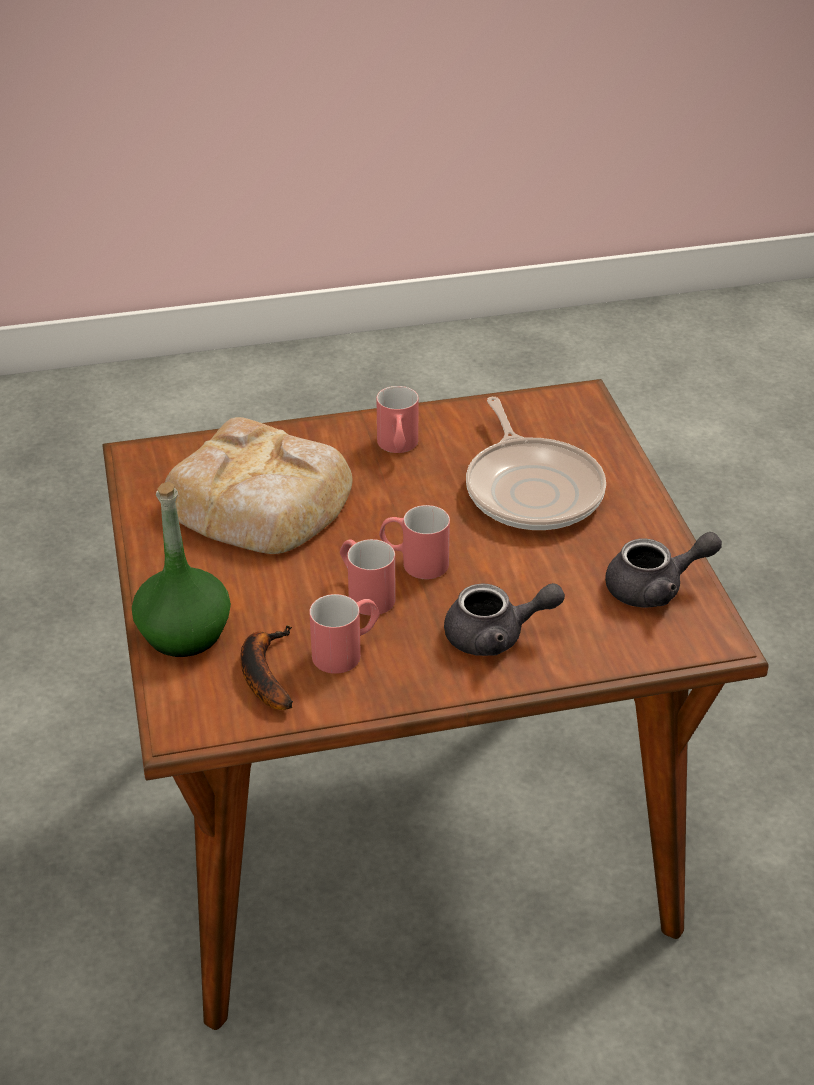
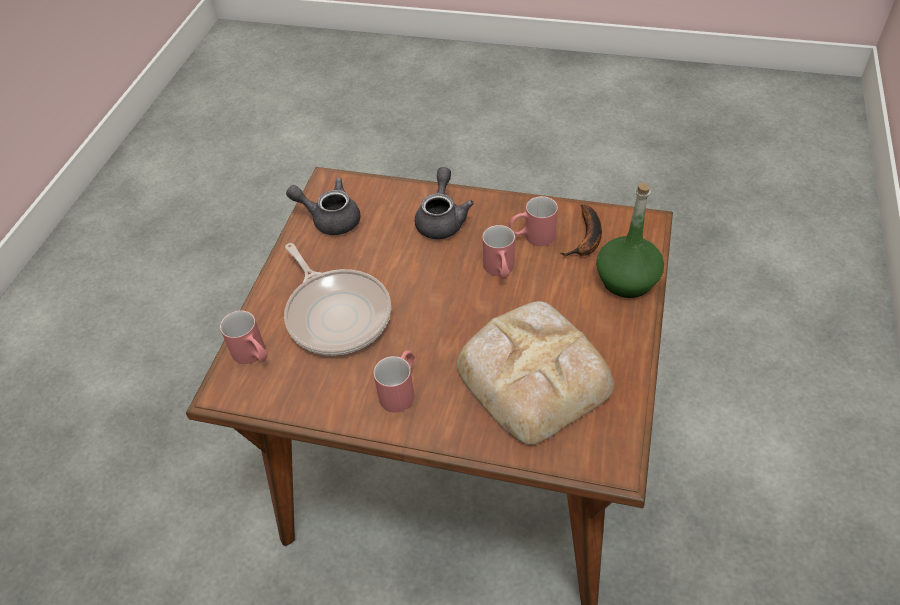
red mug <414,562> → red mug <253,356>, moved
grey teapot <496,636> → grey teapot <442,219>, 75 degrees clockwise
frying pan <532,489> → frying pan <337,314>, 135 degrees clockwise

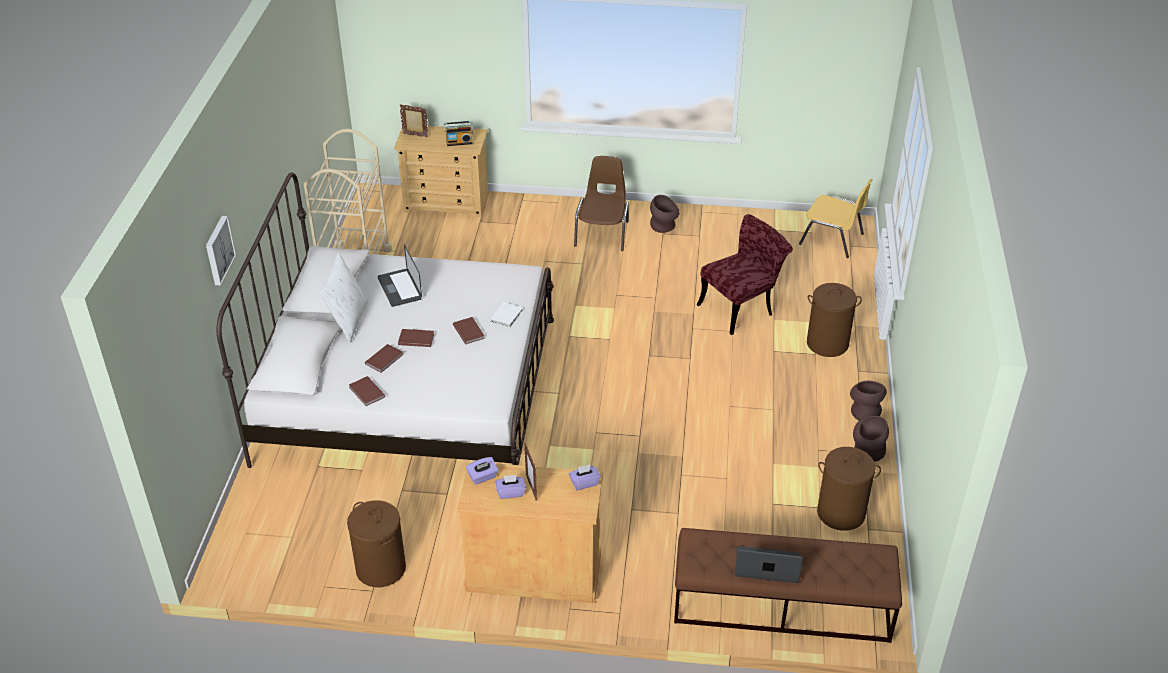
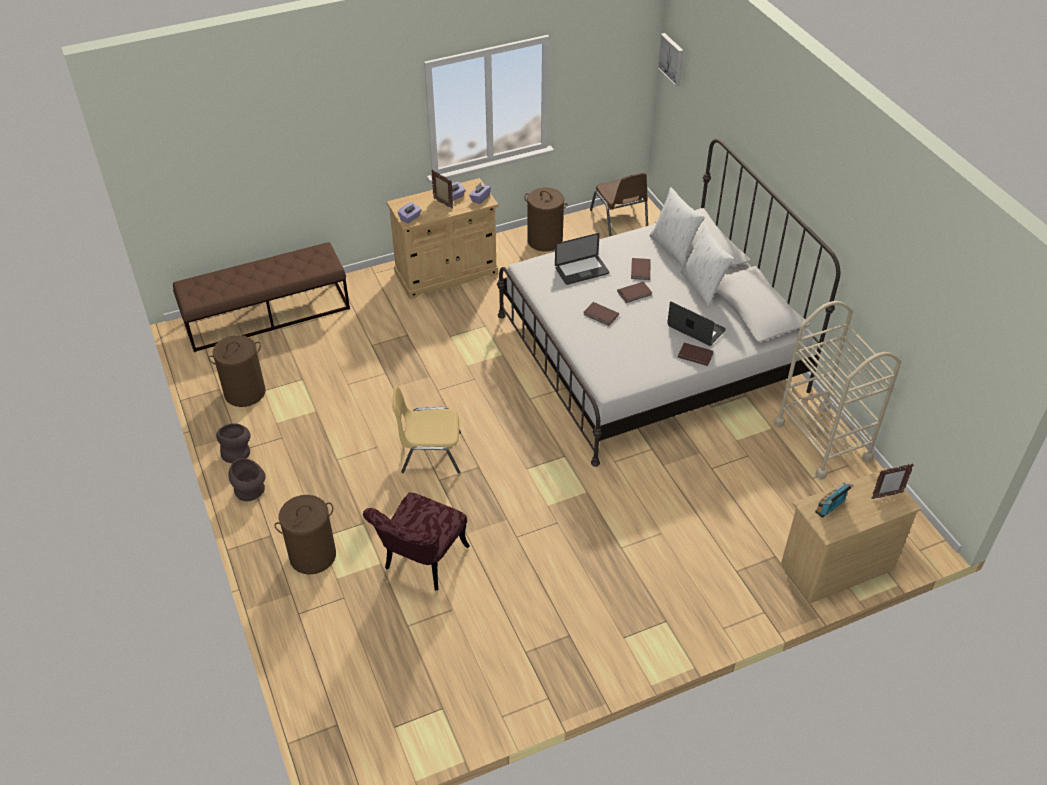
white book <507,315> → -
brown vase <663,227> → -
- → white pillow <673,248>
picture <218,250> → picture <672,58>, moved
brown book <366,393> → brown book <695,355>, moved
brown chair <603,233> → brown chair <619,219>, moved
laptop <767,566> → laptop <582,271>, moved
yellow chair <832,239> → yellow chair <430,452>, moved

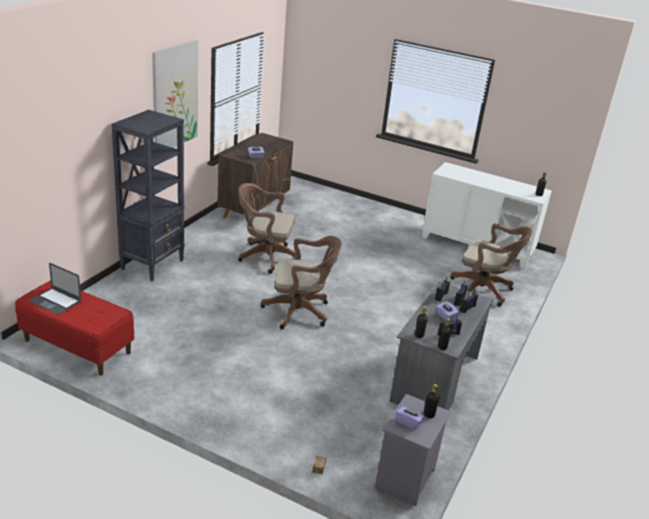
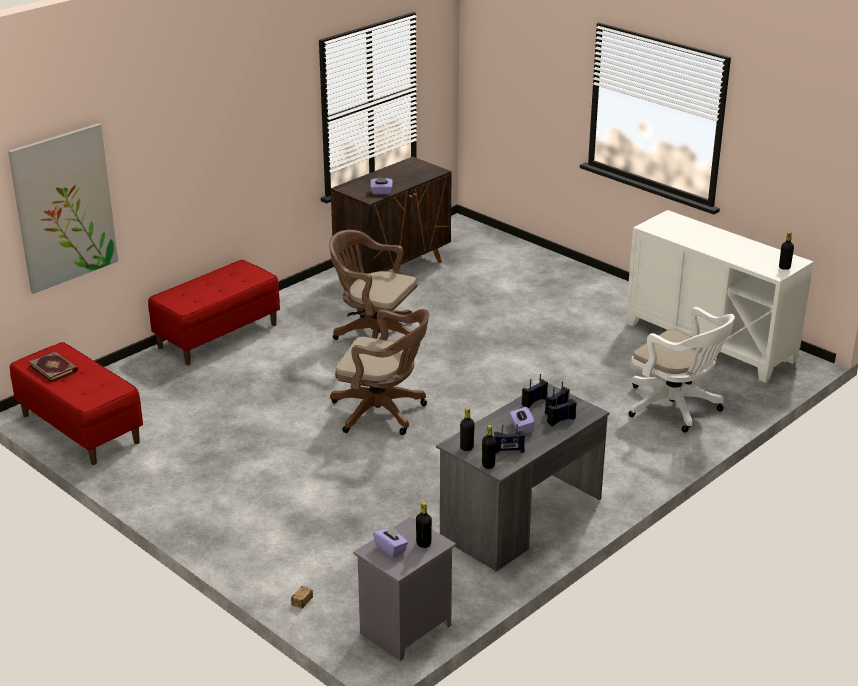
picture <175,96> → picture <64,208>, moved
laptop <55,301> → book <54,368>
black bookcase <153,264> → red bench <217,335>
brown office chair <484,290> → white office chair <676,408>

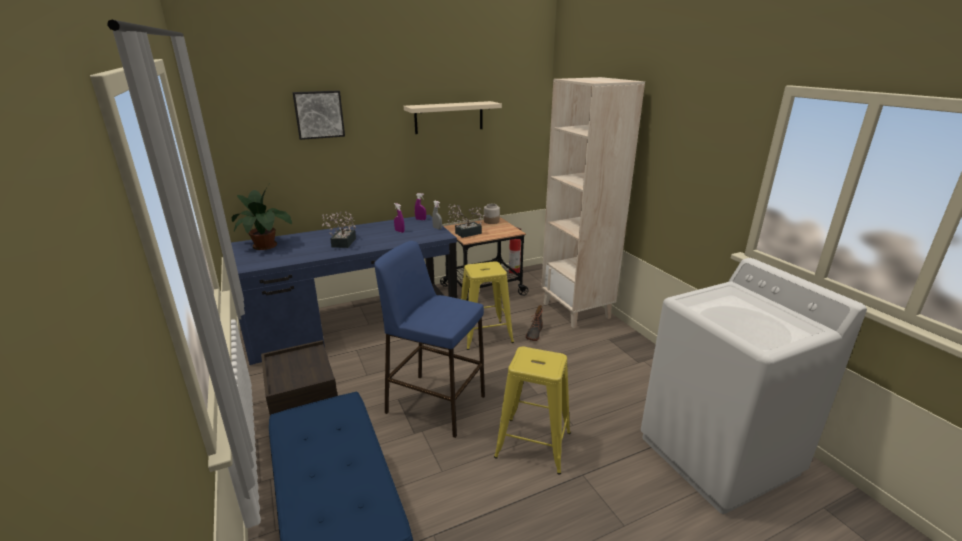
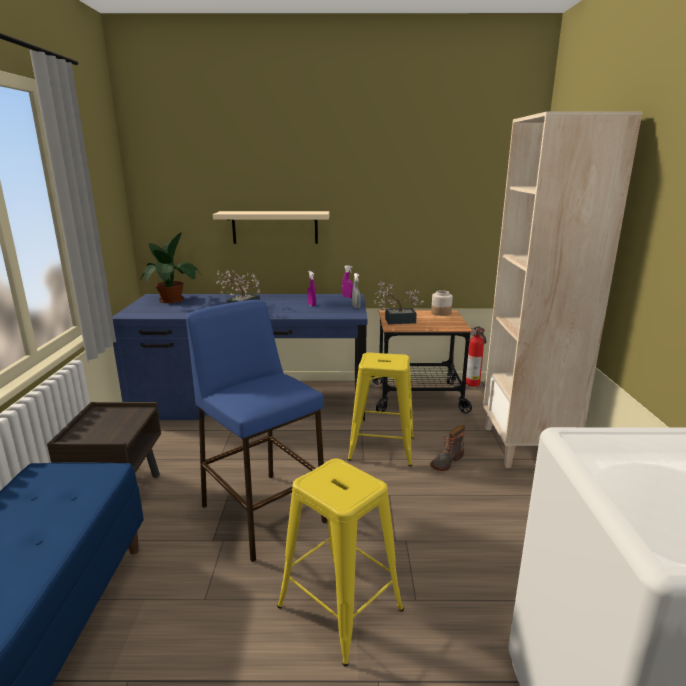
picture <319,114> → -
beige shelf <449,117> → beige shelf <275,227>, moved

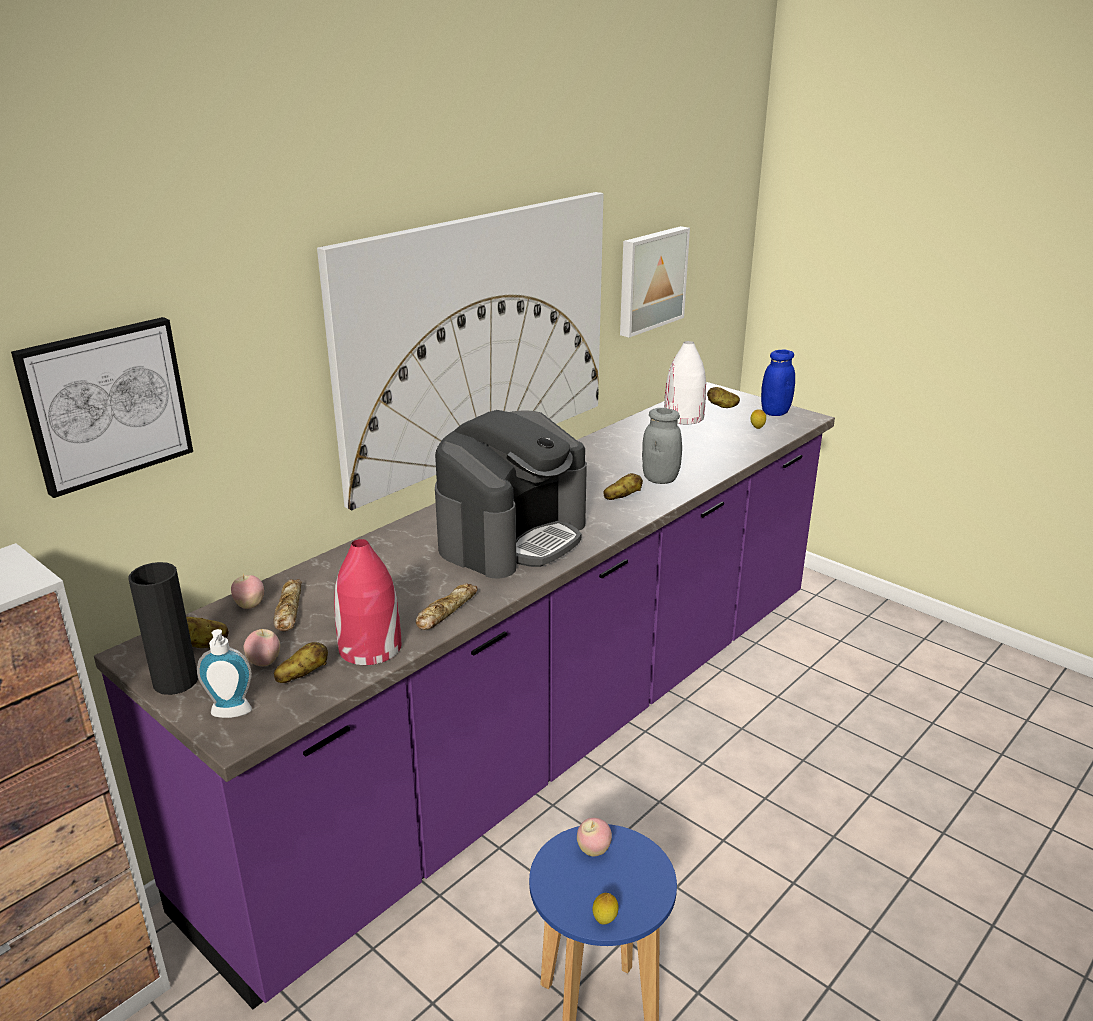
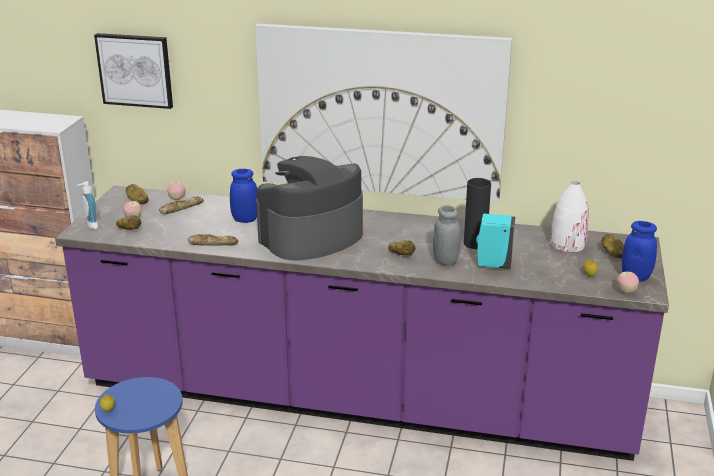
red vase <369,647> → -
picture <650,280> → -
- → blue jar <245,219>
- → turquoise soap dispenser <492,265>
black vase <175,681> → black vase <475,243>, moved
apple <593,850> → apple <626,292>, moved
coffee machine <513,536> → coffee machine <311,237>, 135 degrees clockwise

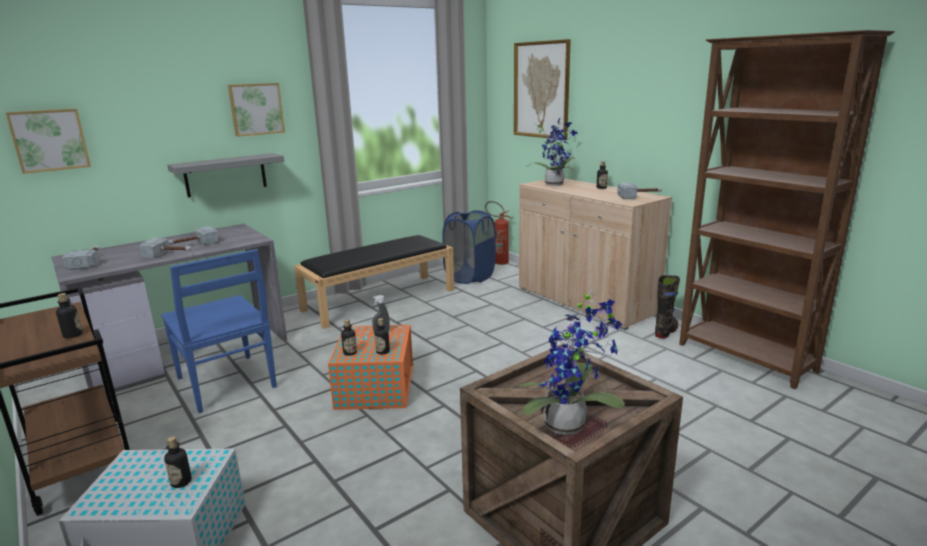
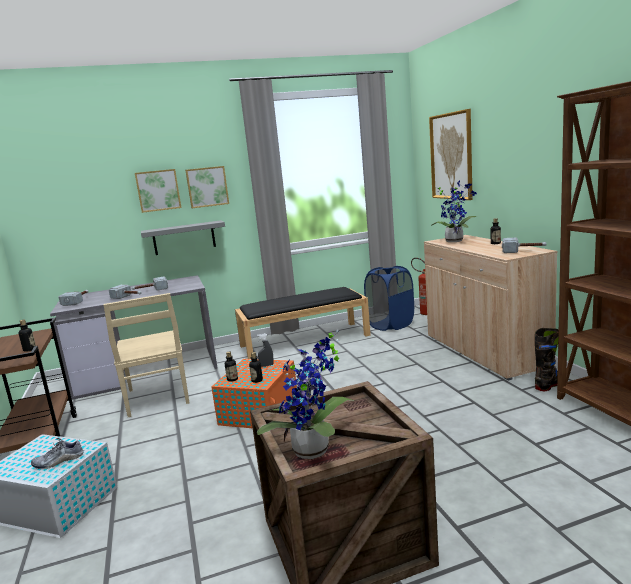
picture <49,140> → picture <158,190>, moved
bottle <181,482> → shoe <58,461>
blue chair <226,383> → beige chair <158,397>

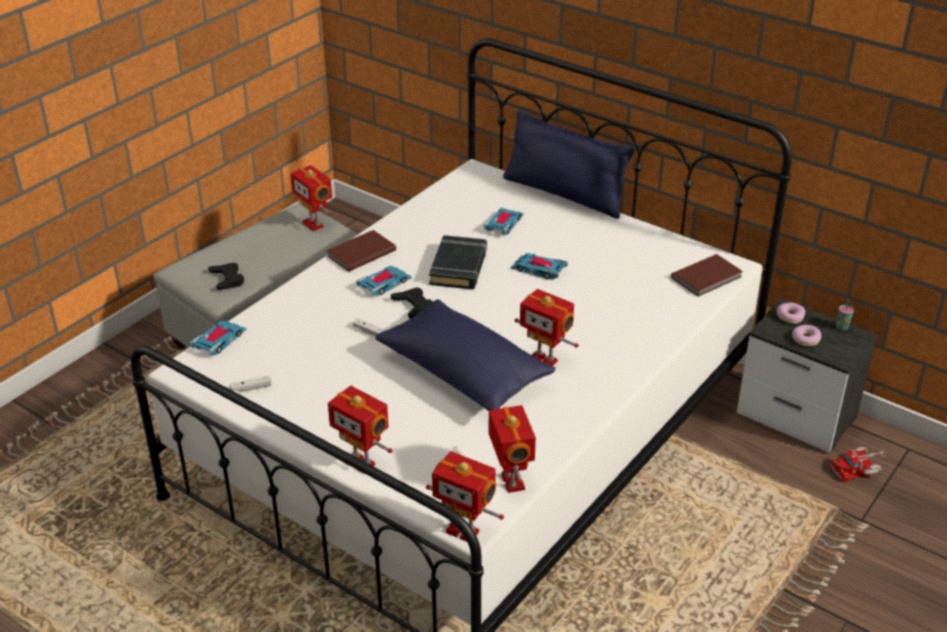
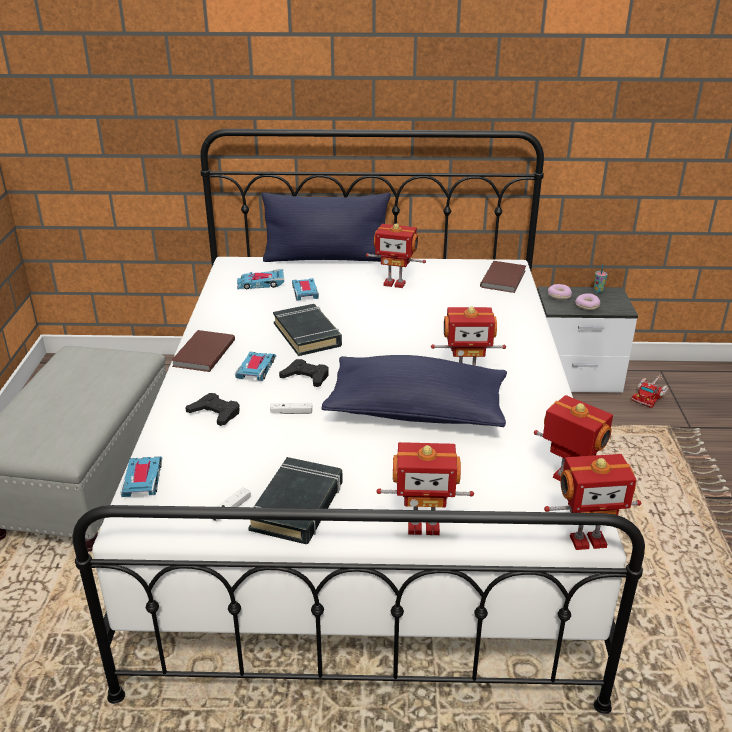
- → black book <298,506>
black game controller <227,279> → black game controller <215,413>, moved
toy robot <314,224> → toy robot <394,283>, moved
toy car <538,269> → toy car <260,283>, moved

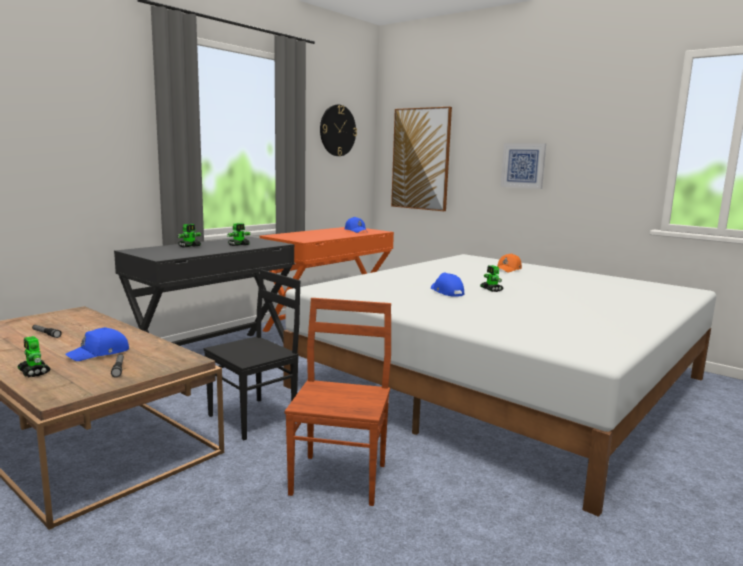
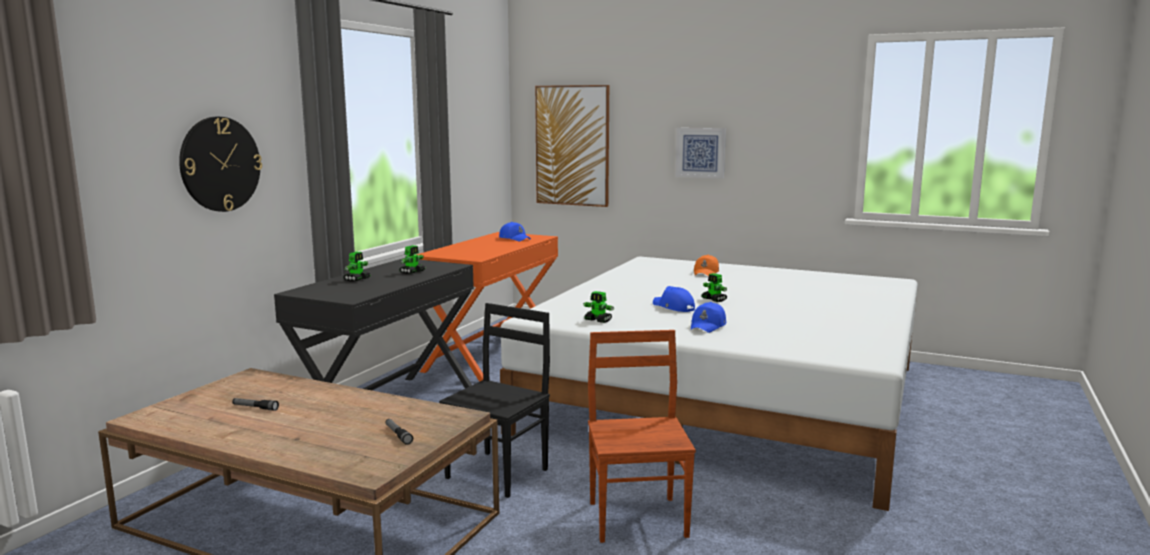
toy robot <34,372> → toy robot <598,320>, moved
blue cap <99,353> → blue cap <708,326>, moved
wall clock <337,130> → wall clock <220,164>, moved

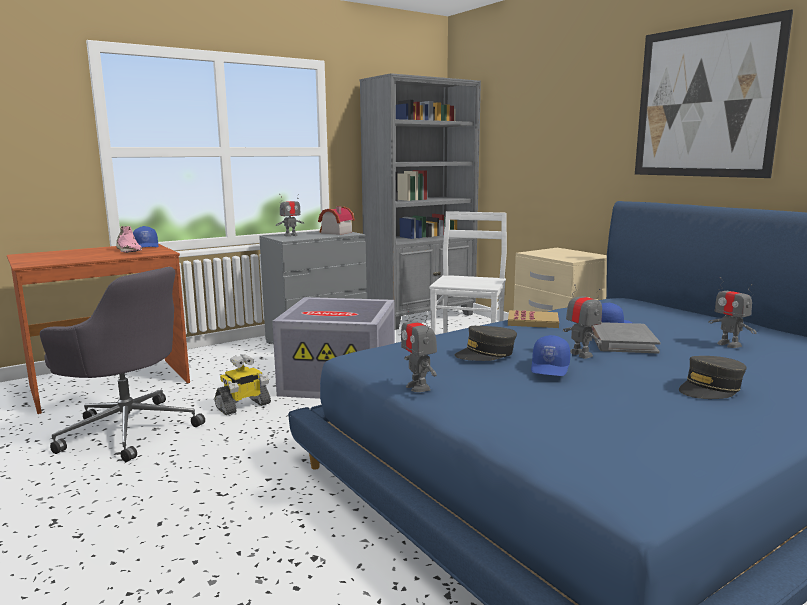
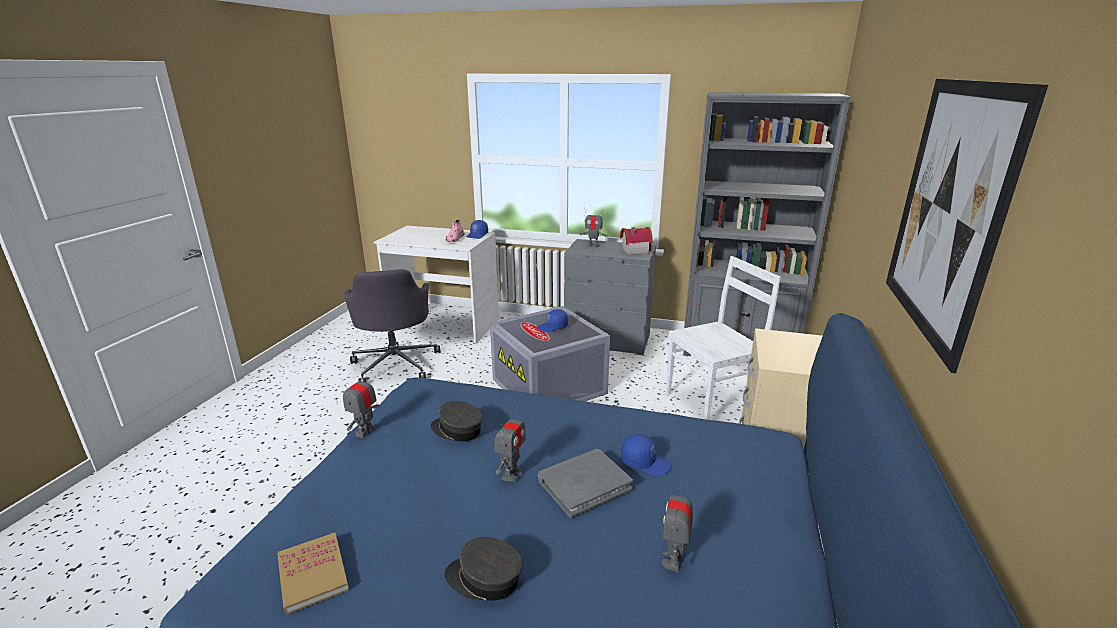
toy robot <243,406> → -
book <533,322> → book <312,574>, moved
blue cap <550,368> → blue cap <552,327>, moved
brown desk <110,384> → white desk <444,325>

